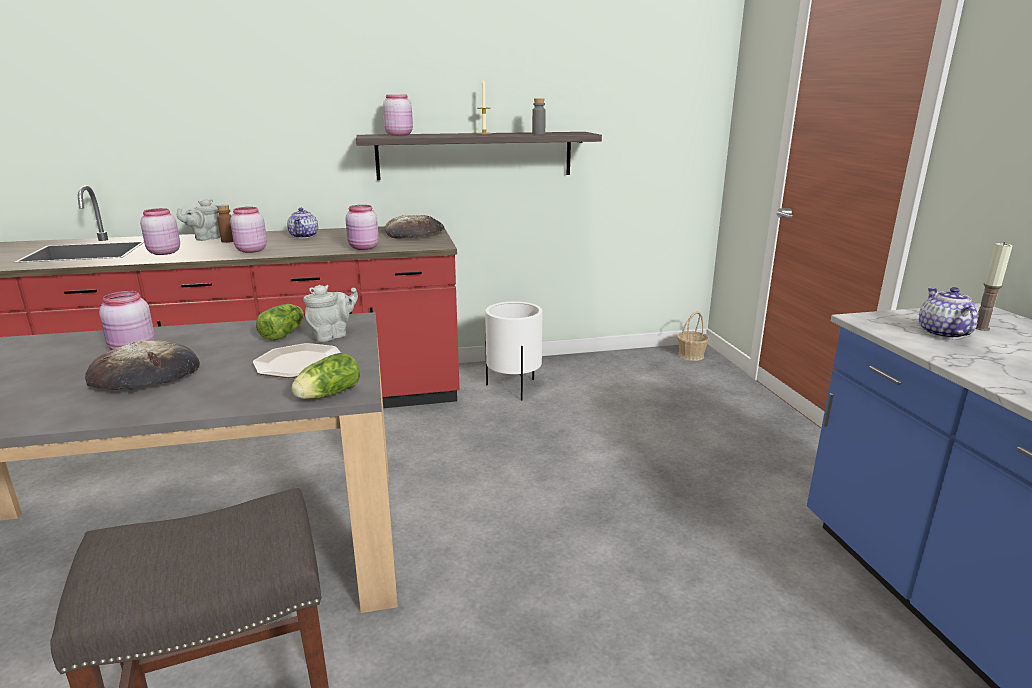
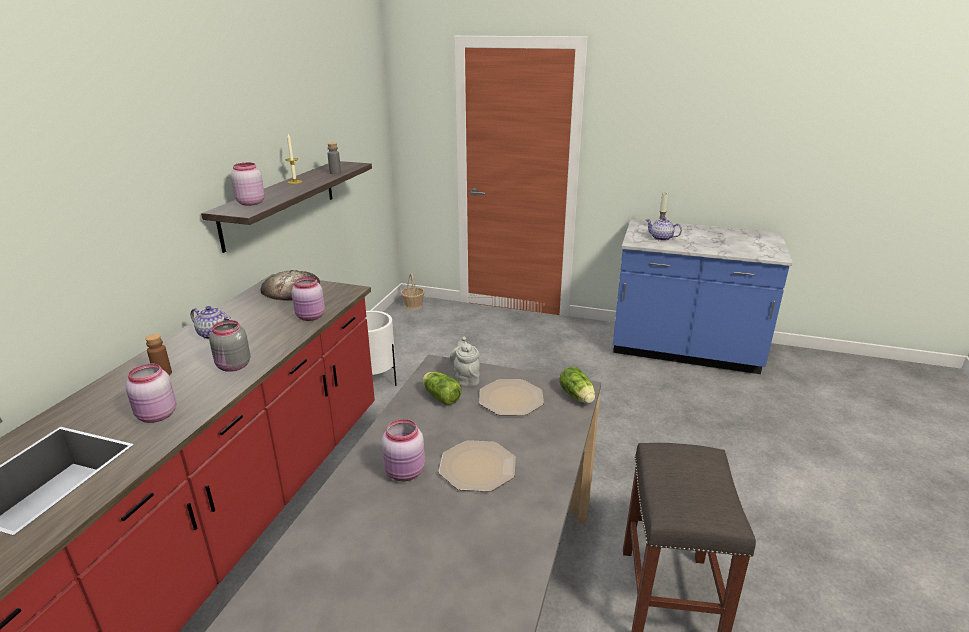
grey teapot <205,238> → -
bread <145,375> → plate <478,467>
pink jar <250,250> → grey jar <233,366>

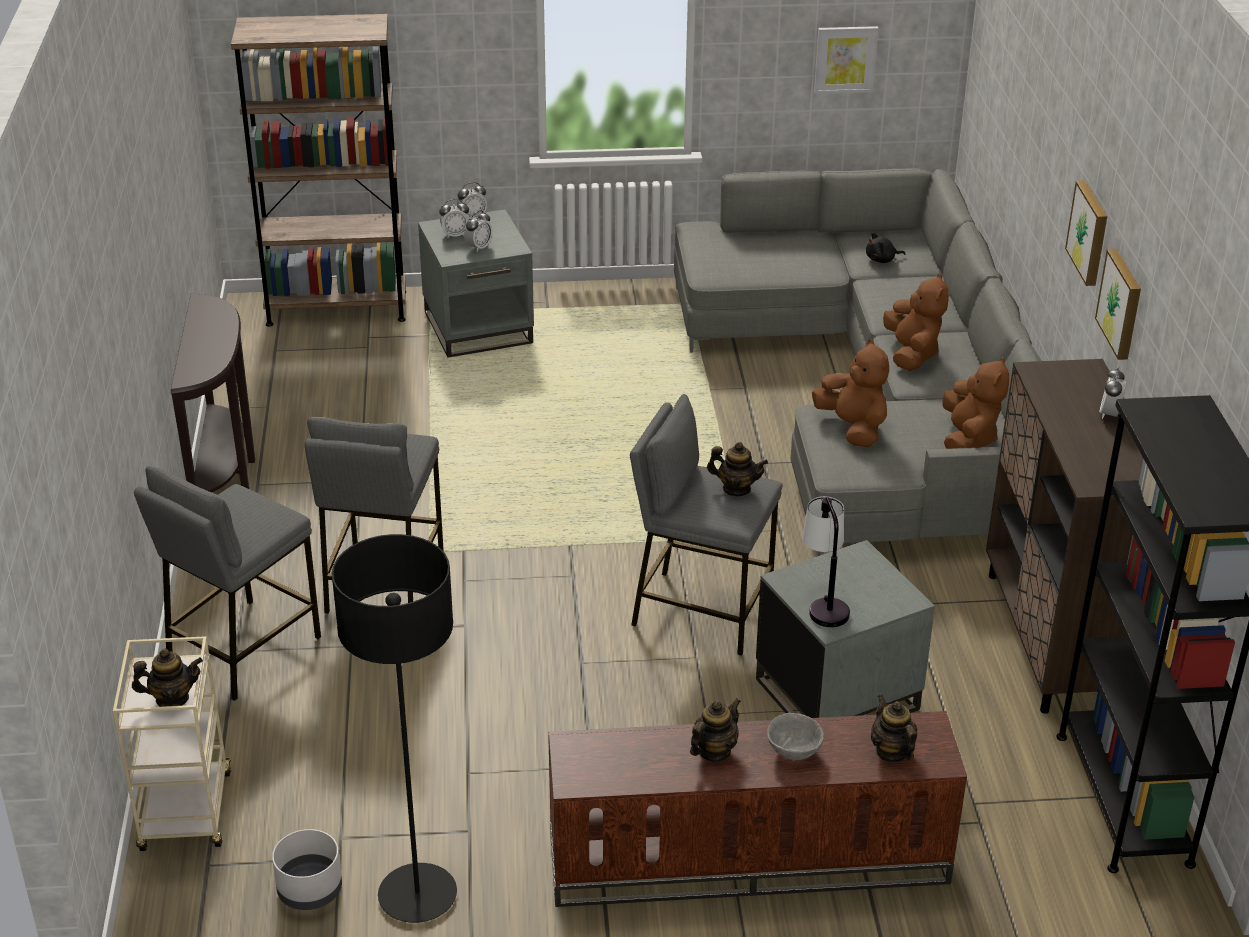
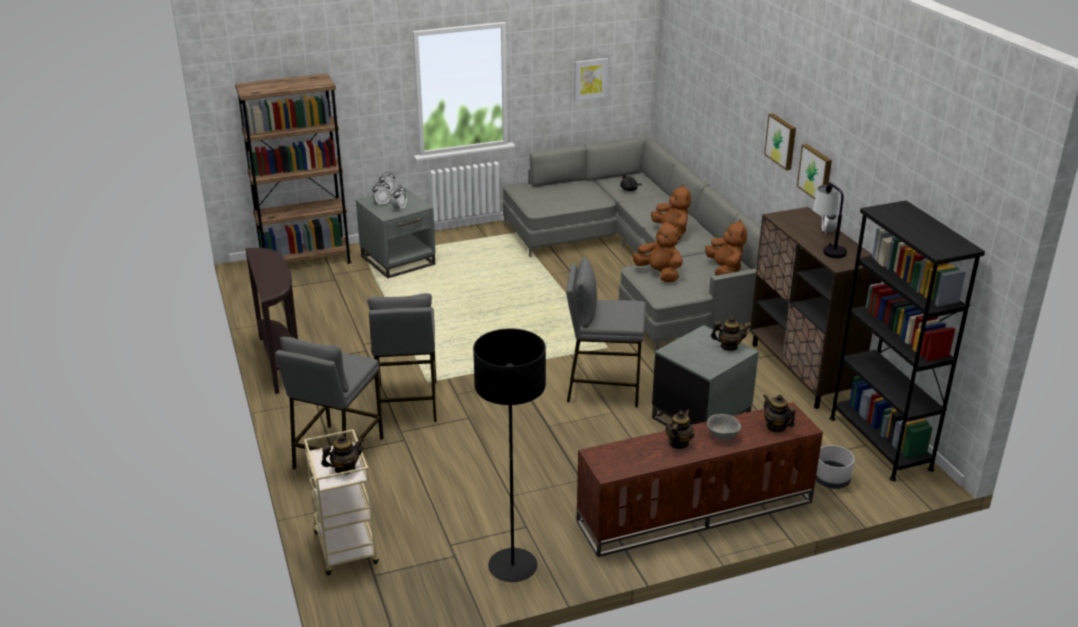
grey planter <310,890> → grey planter <831,480>, moved
teapot <736,489> → teapot <729,346>, moved
table lamp <823,602> → table lamp <827,248>, moved

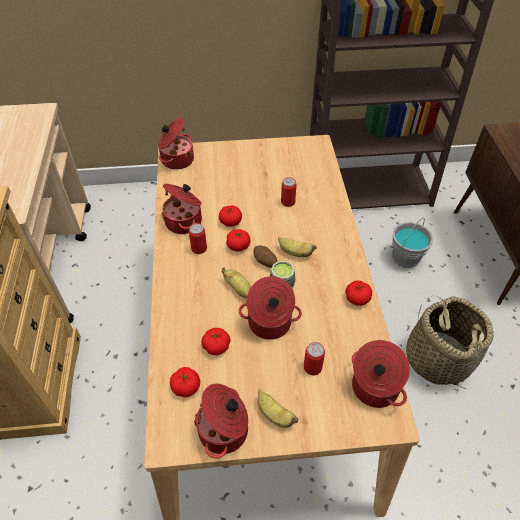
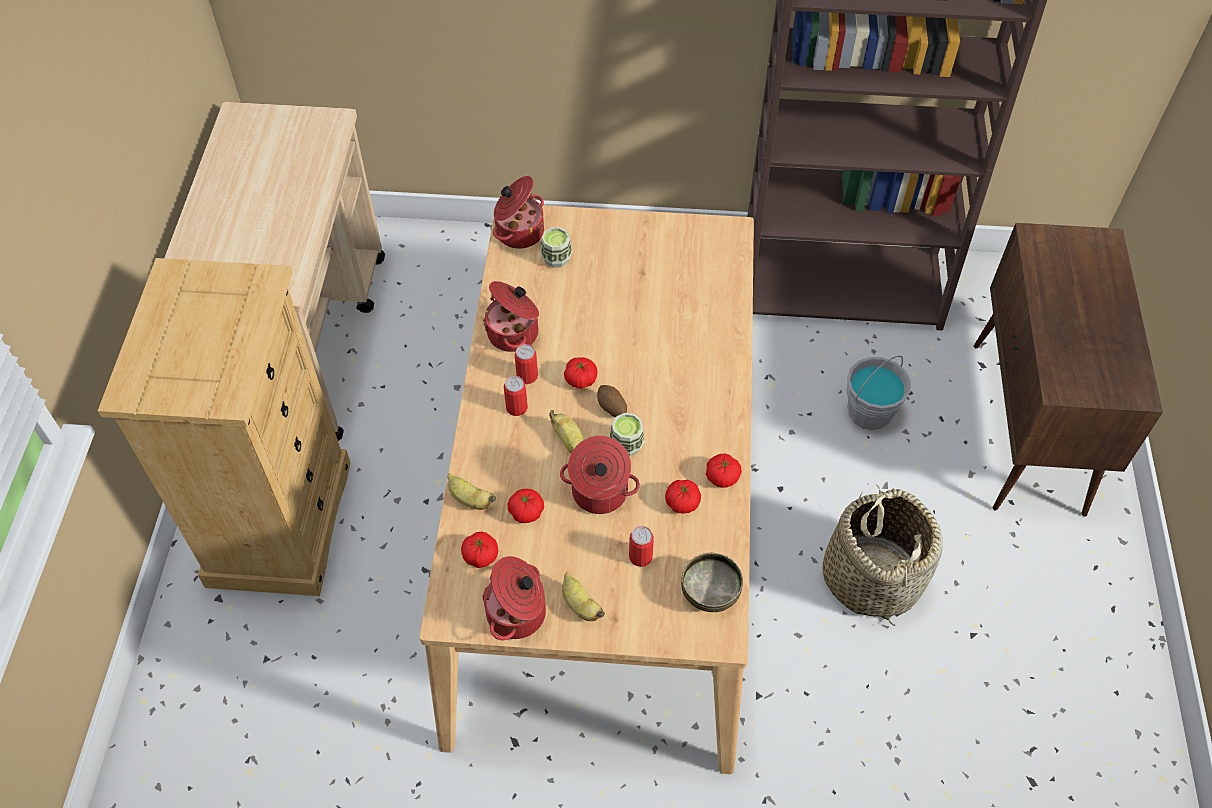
- → cup <556,258>
tomato <230,222> → tomato <682,503>, moved
banana <295,253> → banana <470,499>, moved
can <288,202> → can <516,407>, moved
cooking pot <373,388> → bowl <710,593>

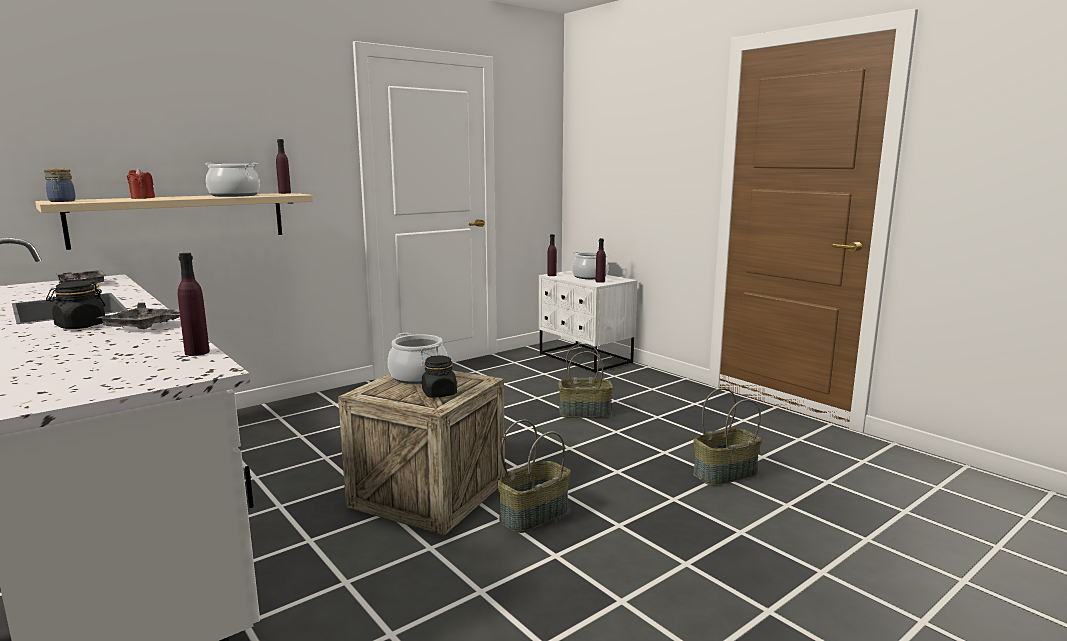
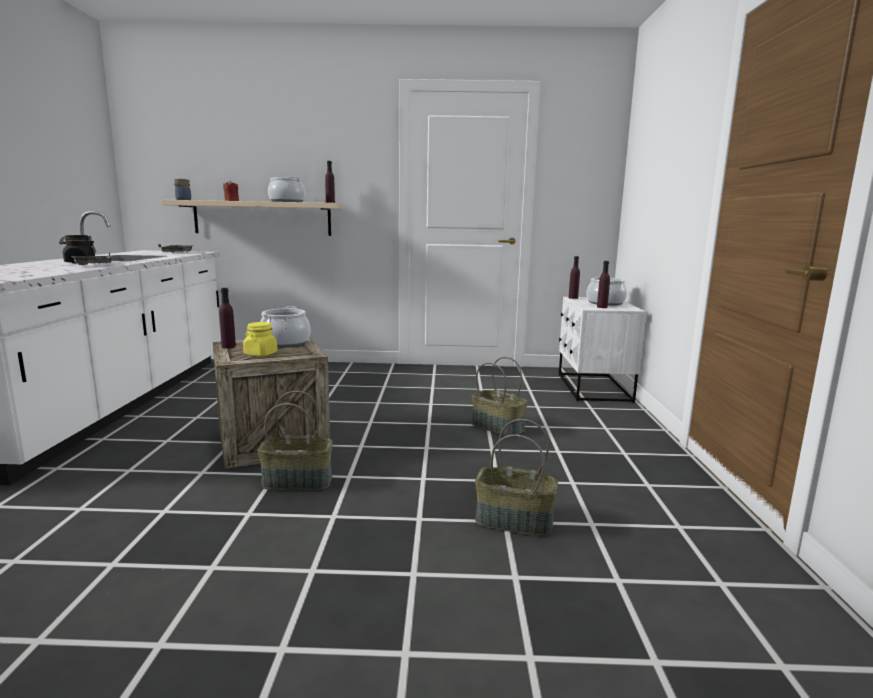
purple bottle <197,352> → purple bottle <228,346>, moved
black jar <439,393> → yellow jar <260,354>

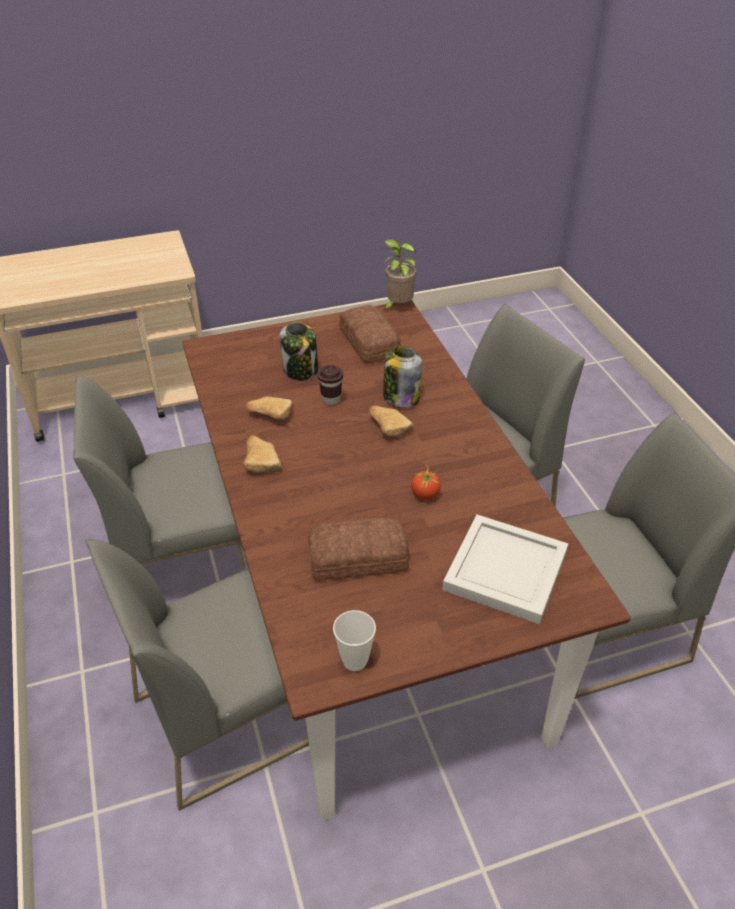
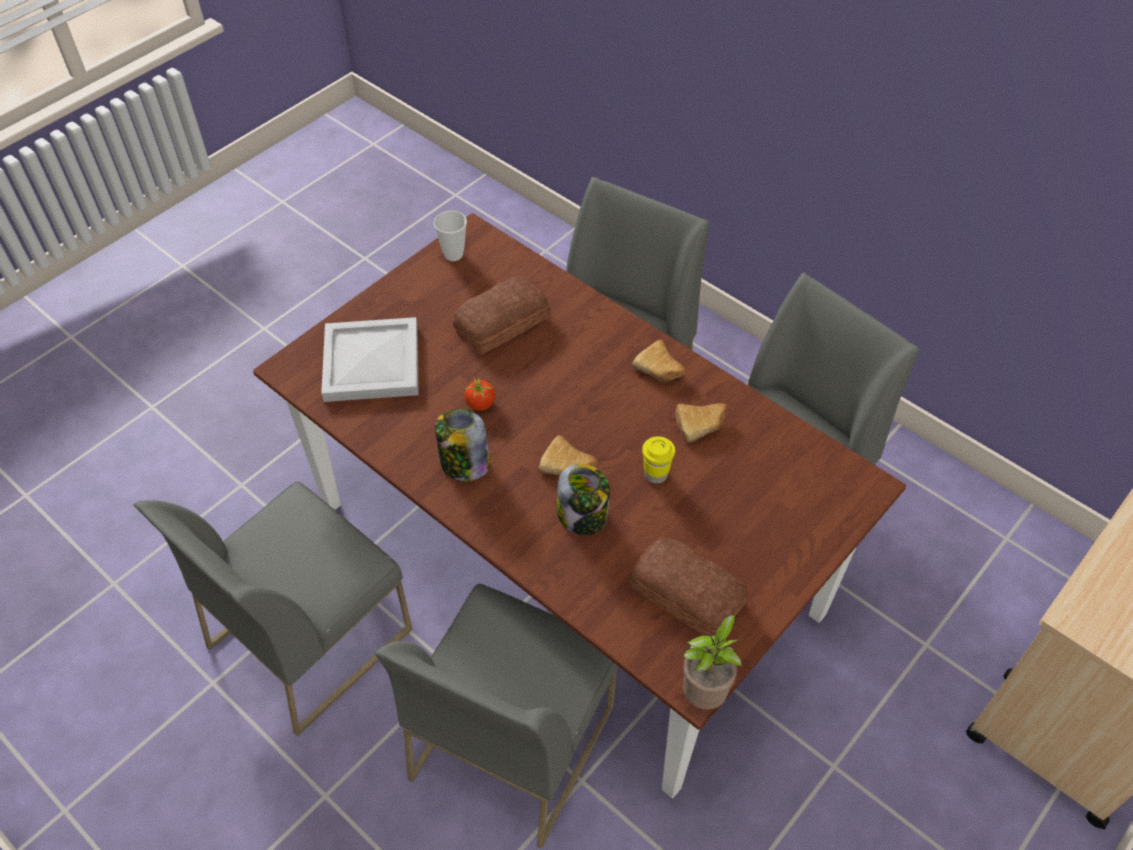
jar <301,370> → jar <464,464>, moved
brown cup <331,400> → yellow cup <656,474>

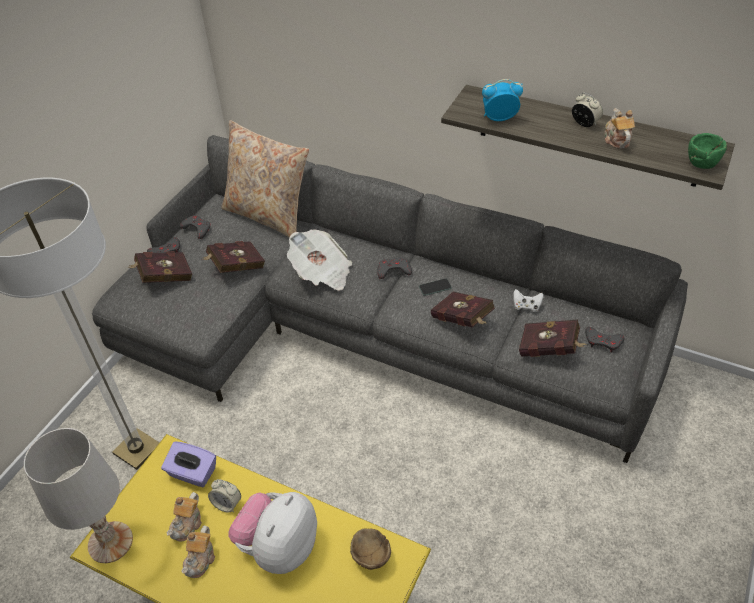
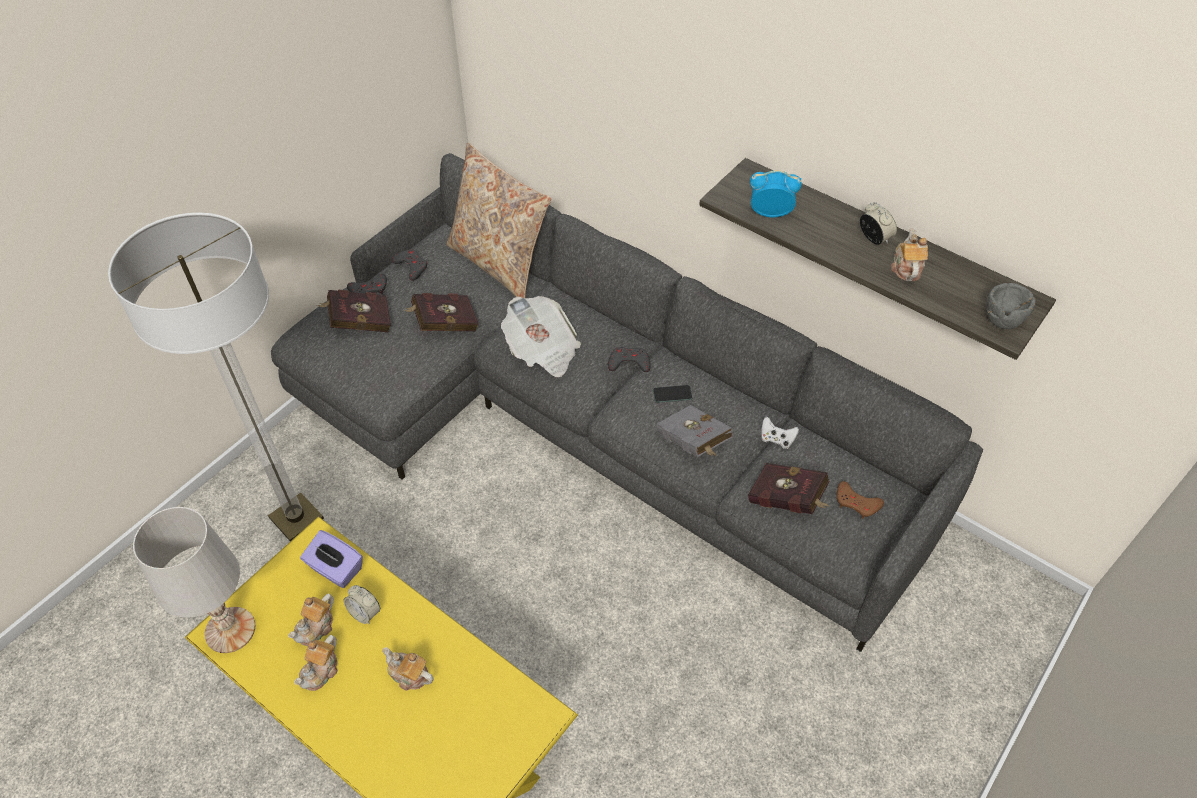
brown bowl <370,553> → -
plush toy <279,547> → teapot <409,675>
red book <463,321> → grey book <693,444>
grey game controller <603,341> → brown game controller <856,503>
green bowl <702,162> → grey bowl <1003,319>

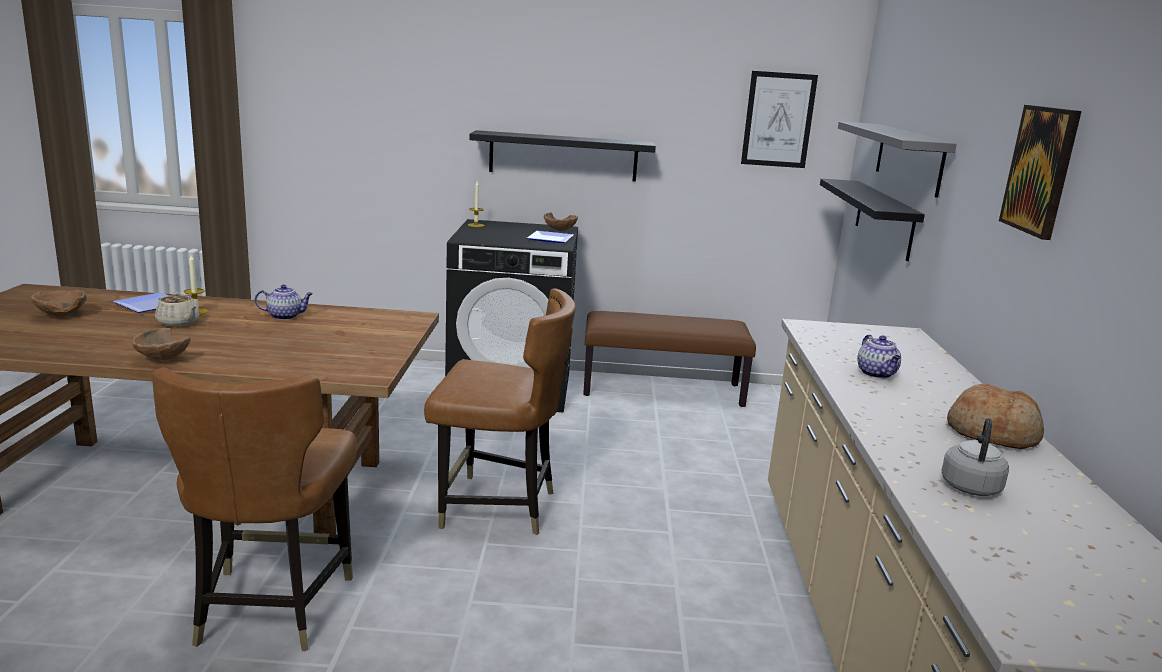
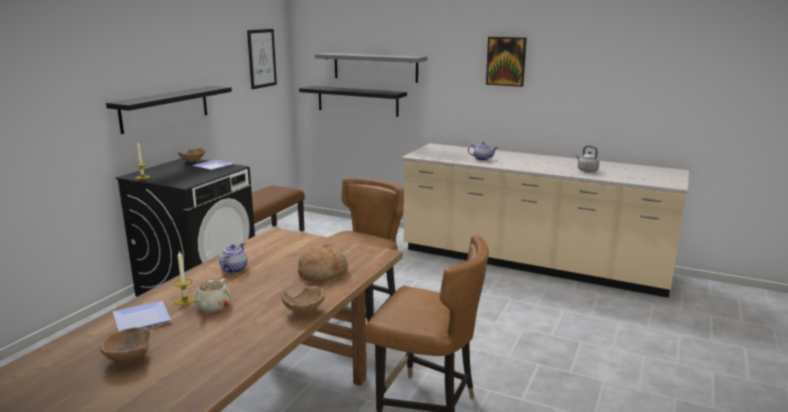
bread <993,434> → bread <322,272>, moved
beige teapot <179,323> → beige teapot <213,306>, 135 degrees clockwise

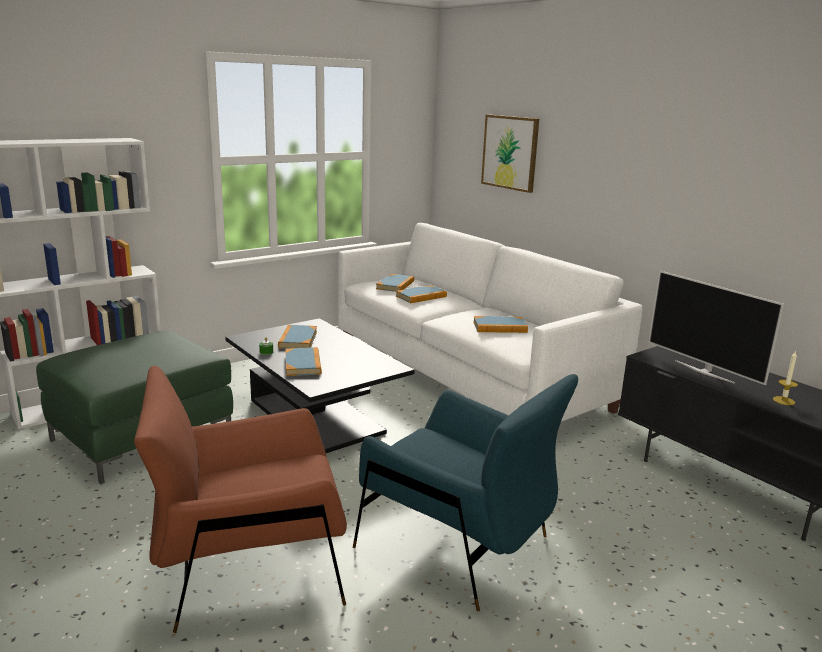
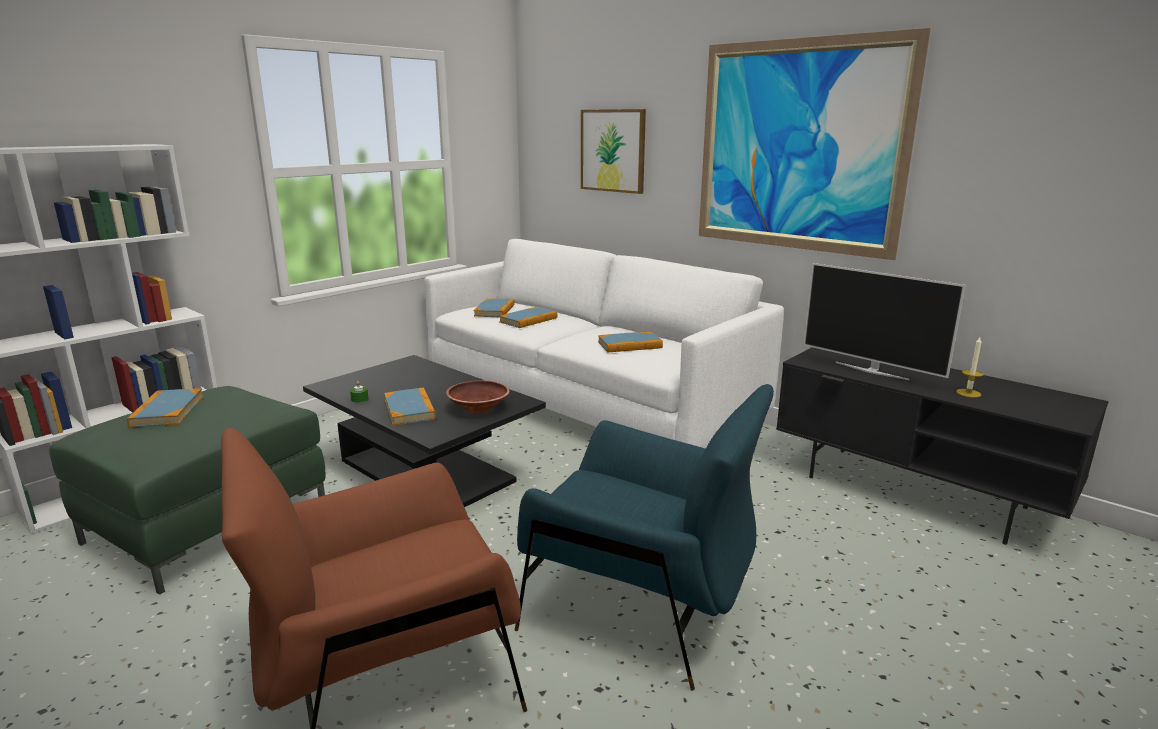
- → brown bowl <478,408>
- → picture <798,147>
book <298,339> → book <167,411>, moved

